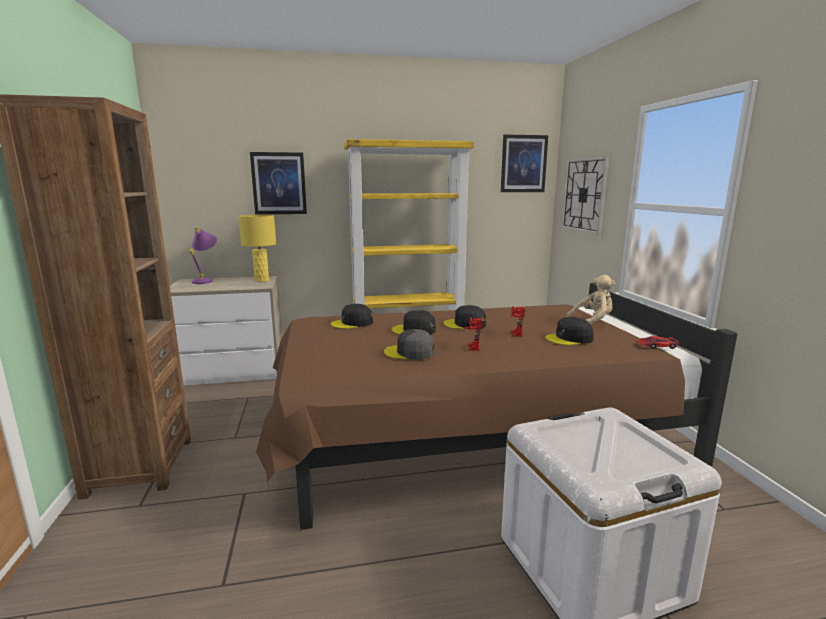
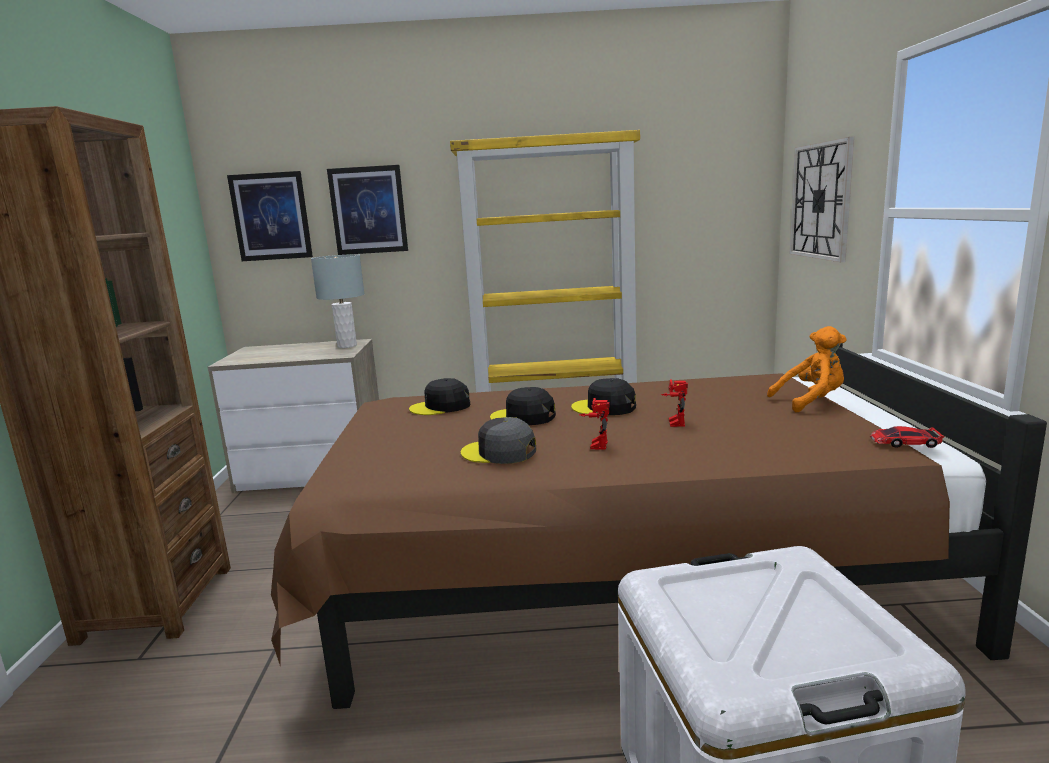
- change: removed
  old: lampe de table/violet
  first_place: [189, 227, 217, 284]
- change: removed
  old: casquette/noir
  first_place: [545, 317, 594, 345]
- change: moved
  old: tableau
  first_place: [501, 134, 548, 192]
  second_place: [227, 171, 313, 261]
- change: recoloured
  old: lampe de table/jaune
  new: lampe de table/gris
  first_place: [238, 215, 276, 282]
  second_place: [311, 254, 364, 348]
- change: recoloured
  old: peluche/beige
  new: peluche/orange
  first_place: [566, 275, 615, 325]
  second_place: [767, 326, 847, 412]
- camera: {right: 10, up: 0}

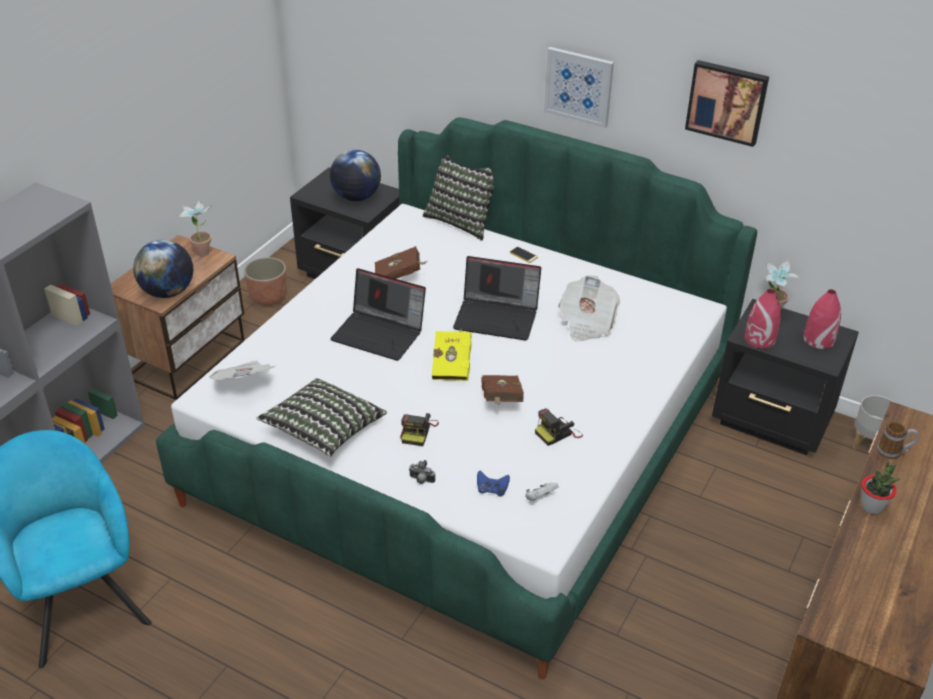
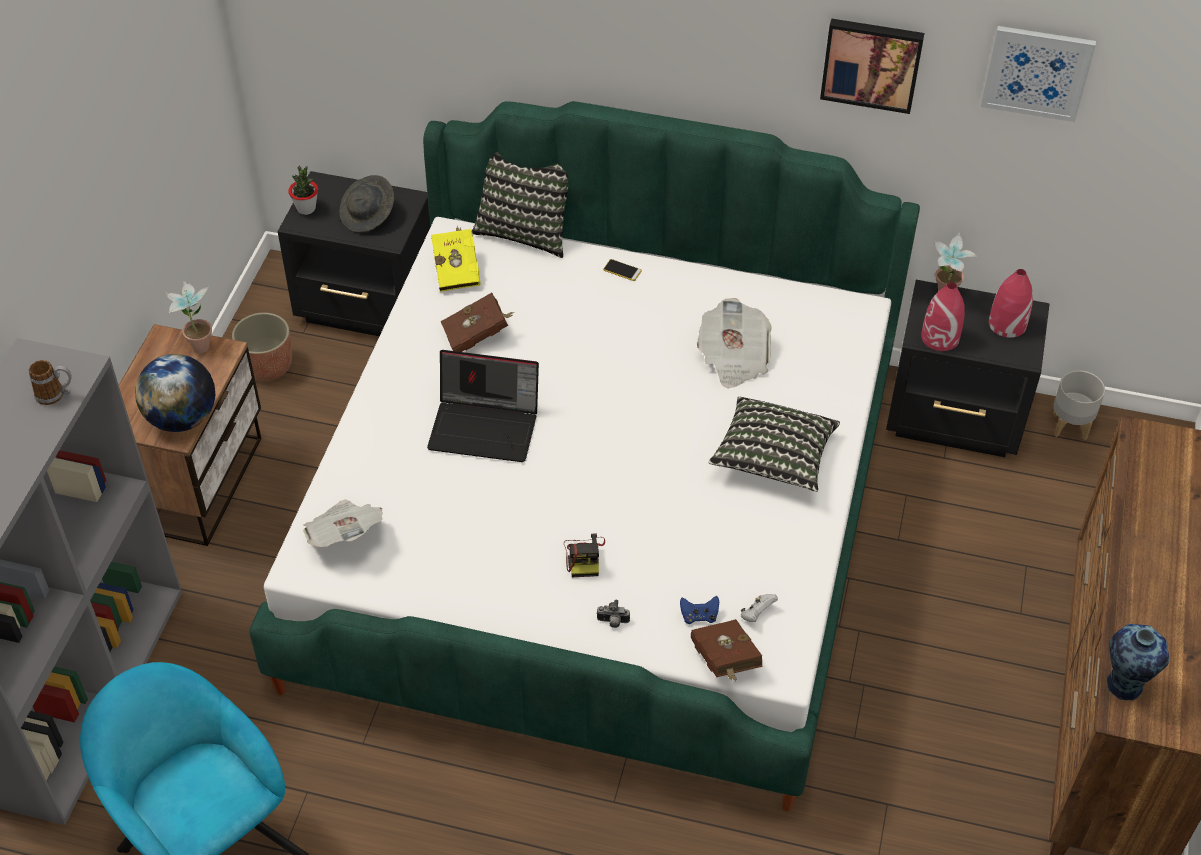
- change: removed
  old: ordinateur portable
  first_place: [453, 256, 541, 340]
- change: removed
  old: appareil photo
  first_place: [535, 409, 583, 446]
- change: added
  new: vase
  second_place: [1107, 624, 1169, 700]
- change: moved
  old: coussin
  first_place: [257, 378, 387, 457]
  second_place: [708, 397, 840, 492]
- change: moved
  old: livre/jaune
  first_place: [432, 330, 472, 381]
  second_place: [431, 225, 481, 292]
- change: moved
  old: livre/marron
  first_place: [481, 375, 524, 405]
  second_place: [691, 619, 762, 682]
- change: moved
  old: tableau
  first_place: [544, 47, 614, 128]
  second_place: [981, 26, 1096, 122]
- change: moved
  old: plante en pot
  first_place: [862, 462, 900, 514]
  second_place: [288, 166, 318, 215]
- change: moved
  old: mug
  first_place: [877, 422, 919, 459]
  second_place: [29, 360, 72, 405]
- change: replaced
  old: globe
  new: chapeau/gris
  first_place: [330, 150, 381, 201]
  second_place: [340, 175, 394, 232]
- camera: {right: -15, up: 10}

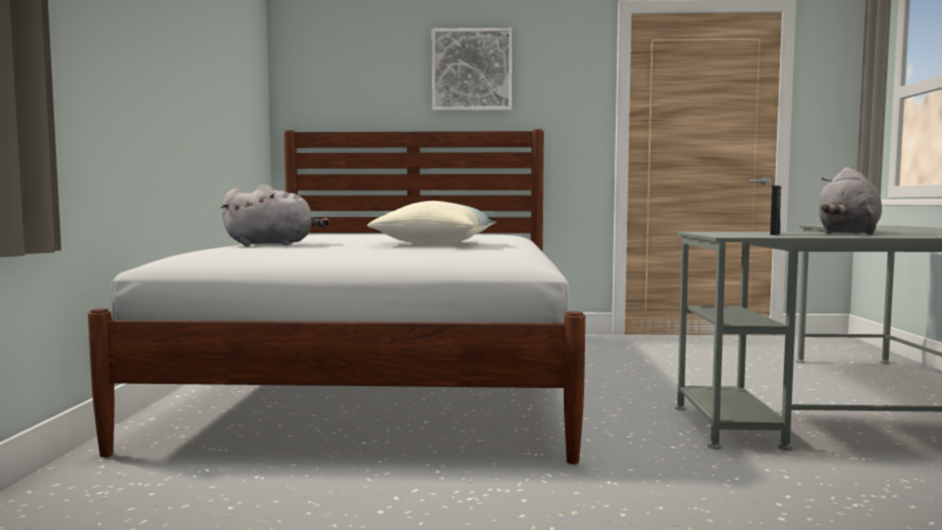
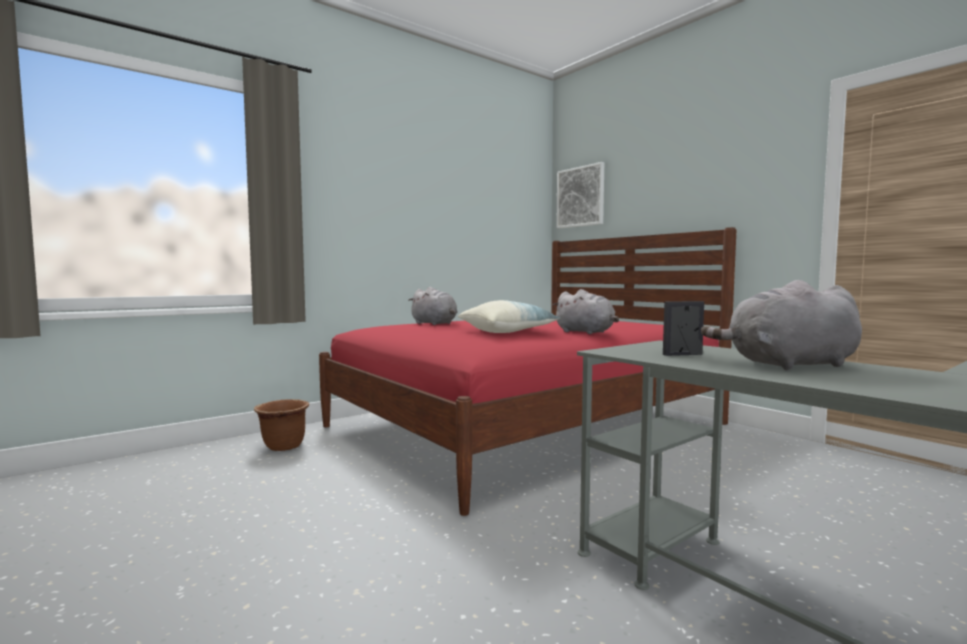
- change: added
  new: cache-pot/marron
  second_place: [254, 399, 309, 451]
- change: added
  new: peluche/gris
  second_place: [553, 289, 619, 334]
- change: moved
  old: tableau
  first_place: [432, 28, 512, 111]
  second_place: [556, 162, 604, 229]
- change: recoloured
  old: lit/blanc
  new: lit/rouge
  first_place: [88, 129, 585, 464]
  second_place: [319, 227, 737, 516]
- camera: {right: 50, up: 0}

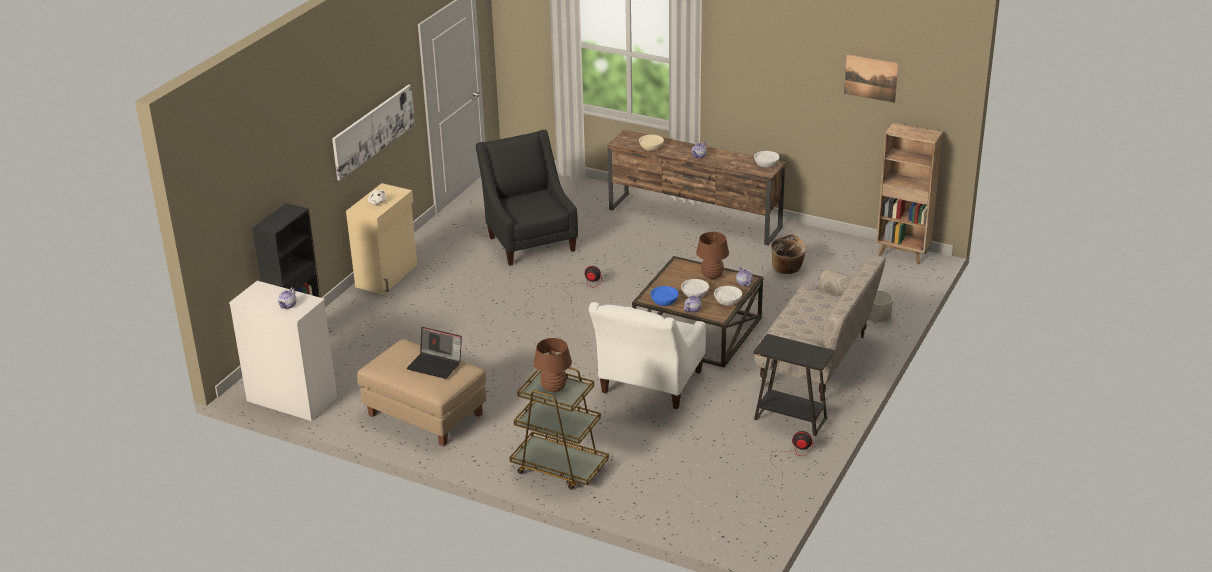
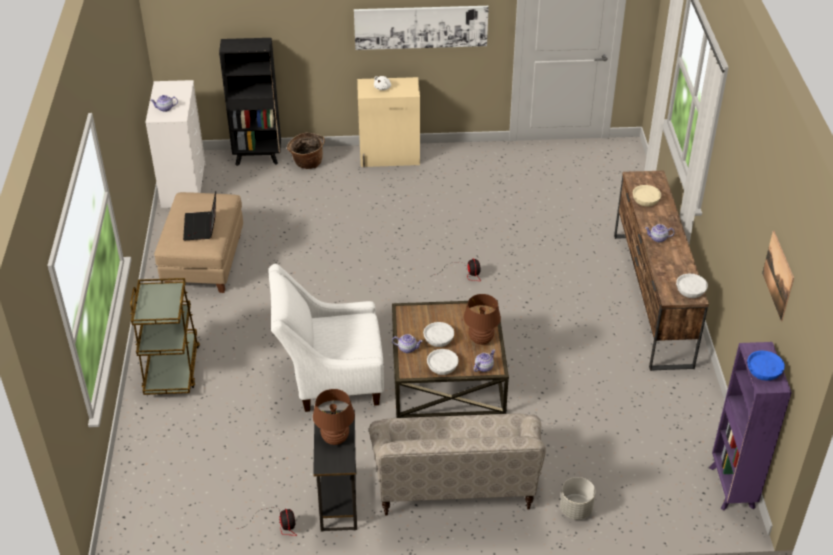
- change: removed
  old: fauteuil/noir
  first_place: [476, 130, 578, 266]
- change: moved
  old: lampe de table/marron
  first_place: [534, 338, 572, 392]
  second_place: [313, 389, 355, 445]
- change: moved
  old: bol/bleu
  first_place: [650, 286, 679, 306]
  second_place: [747, 351, 785, 381]
- change: moved
  old: panier
  first_place: [771, 234, 807, 274]
  second_place: [287, 133, 325, 169]
- change: recoloured
  old: bibliothèque/marron
  new: bibliothèque/violet
  first_place: [876, 123, 943, 265]
  second_place: [709, 342, 792, 511]
- camera: {right: 60, up: 10}

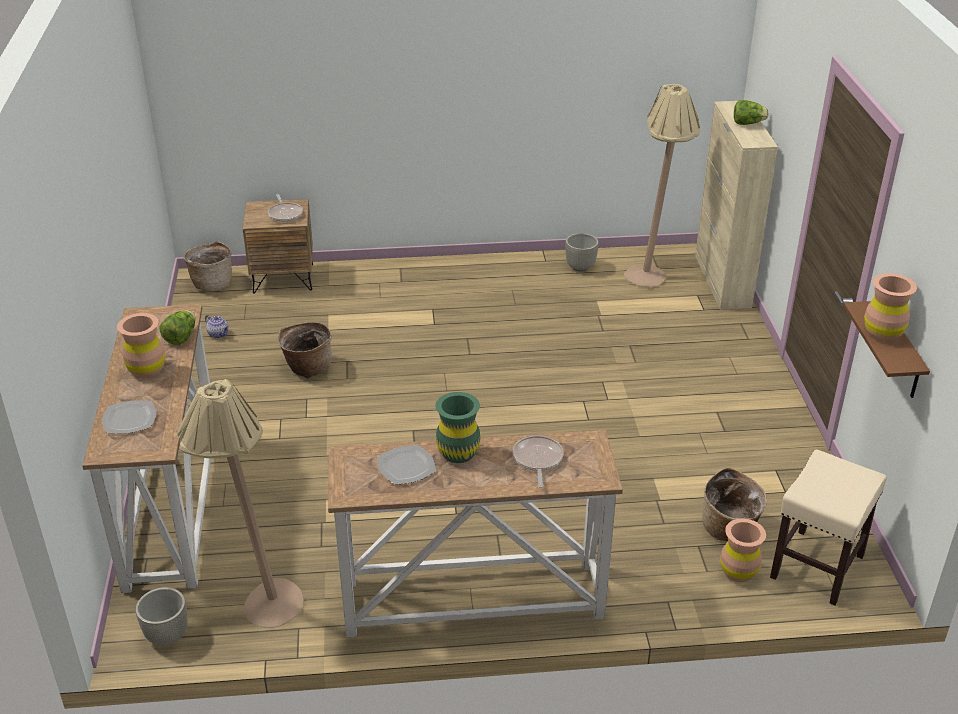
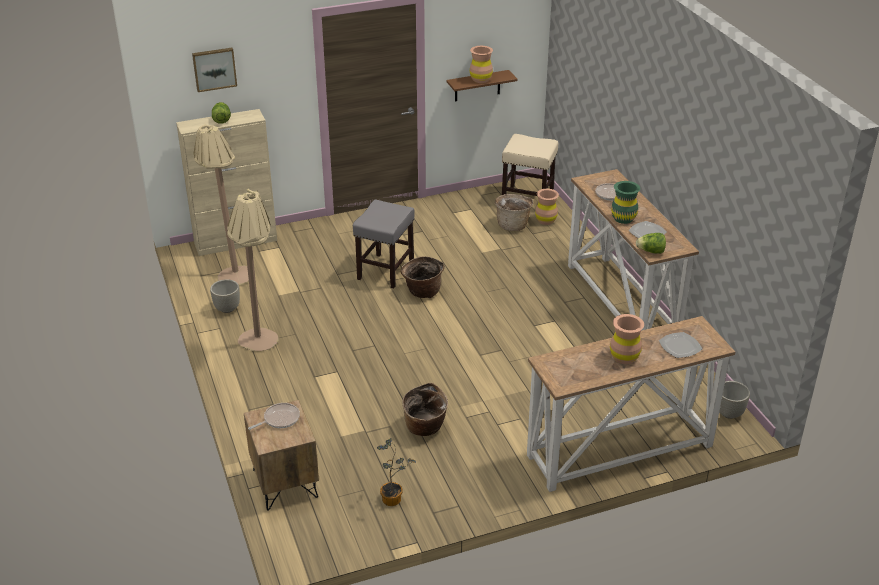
- change: added
  new: tableau
  second_place: [192, 48, 237, 92]
- change: added
  new: tabouret/gris
  second_place: [353, 200, 415, 288]
- change: moved
  old: laitue
  first_place: [159, 310, 196, 345]
  second_place: [636, 233, 666, 254]
- change: moved
  old: lampadaire/beige
  first_place: [177, 379, 304, 628]
  second_place: [227, 189, 279, 351]
- change: moved
  old: panier
  first_place: [184, 241, 232, 291]
  second_place: [401, 256, 445, 298]
- change: replaced
  old: théière
  new: plante en pot
  first_place: [205, 315, 229, 338]
  second_place: [377, 438, 416, 506]
- camera: {right: -105, up: 0}

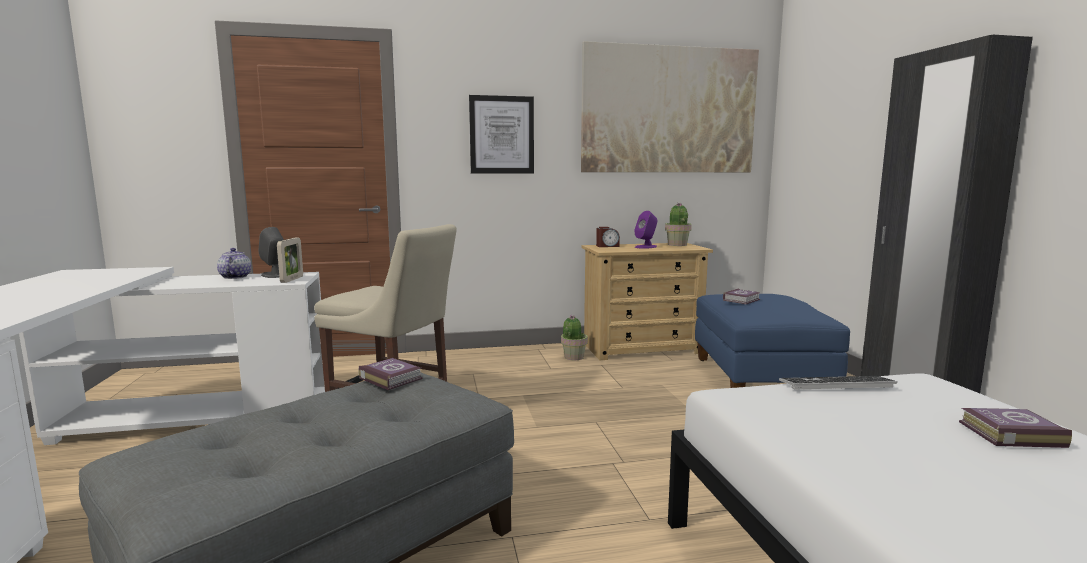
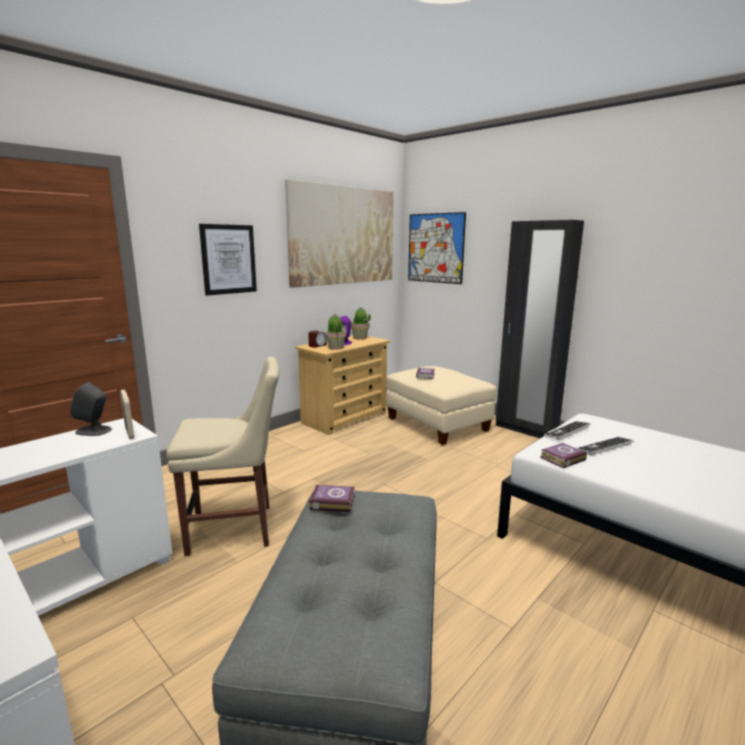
- change: removed
  old: théière
  first_place: [217, 248, 251, 279]
- change: added
  new: tableau
  second_place: [408, 212, 466, 284]
- change: added
  new: clavier
  second_place: [576, 437, 634, 455]
- change: moved
  old: plante en pot
  first_place: [561, 315, 588, 361]
  second_place: [325, 314, 346, 350]
- change: moved
  old: livre
  first_place: [959, 408, 1072, 448]
  second_place: [540, 443, 587, 468]
- change: recoloured
  old: pouf/bleu
  new: pouf/beige
  first_place: [695, 294, 850, 388]
  second_place: [386, 366, 496, 445]
- camera: {right: -35, up: 5}

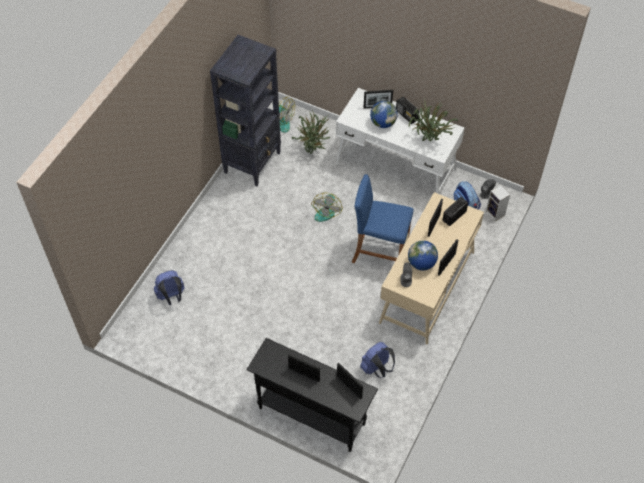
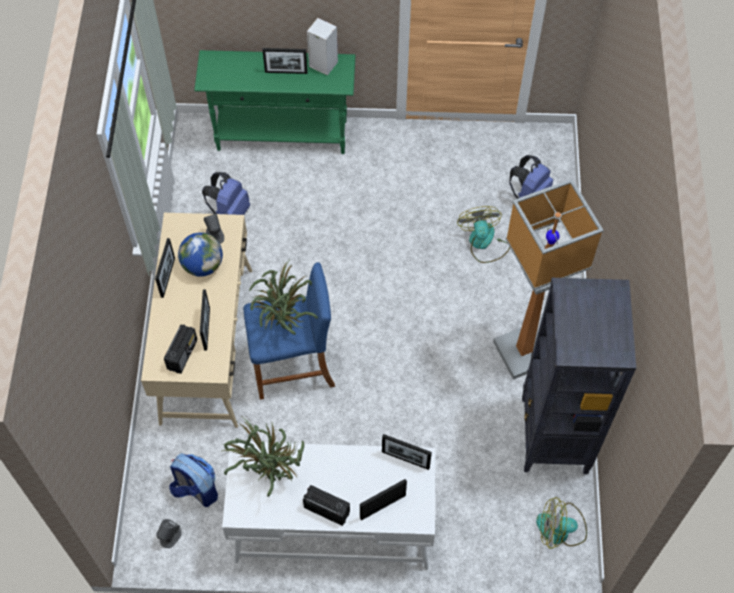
- change: removed
  old: globe
  first_place: [370, 101, 398, 128]
- change: added
  new: lampadaire
  second_place: [493, 179, 604, 379]
- change: moved
  old: plante en pot
  first_place: [292, 112, 330, 154]
  second_place: [249, 261, 318, 335]
- change: moved
  old: ventilateur
  first_place: [311, 193, 342, 222]
  second_place: [457, 206, 510, 263]
- change: moved
  old: cadre photo
  first_place: [337, 363, 363, 399]
  second_place: [382, 434, 432, 470]
- change: moved
  old: enceinte
  first_place: [486, 185, 510, 221]
  second_place: [307, 18, 338, 76]
- change: recoloured
  old: table console/noir
  new: table console/vert
  first_place: [247, 338, 378, 452]
  second_place: [194, 50, 356, 154]
- camera: {right: 155, up: 5}

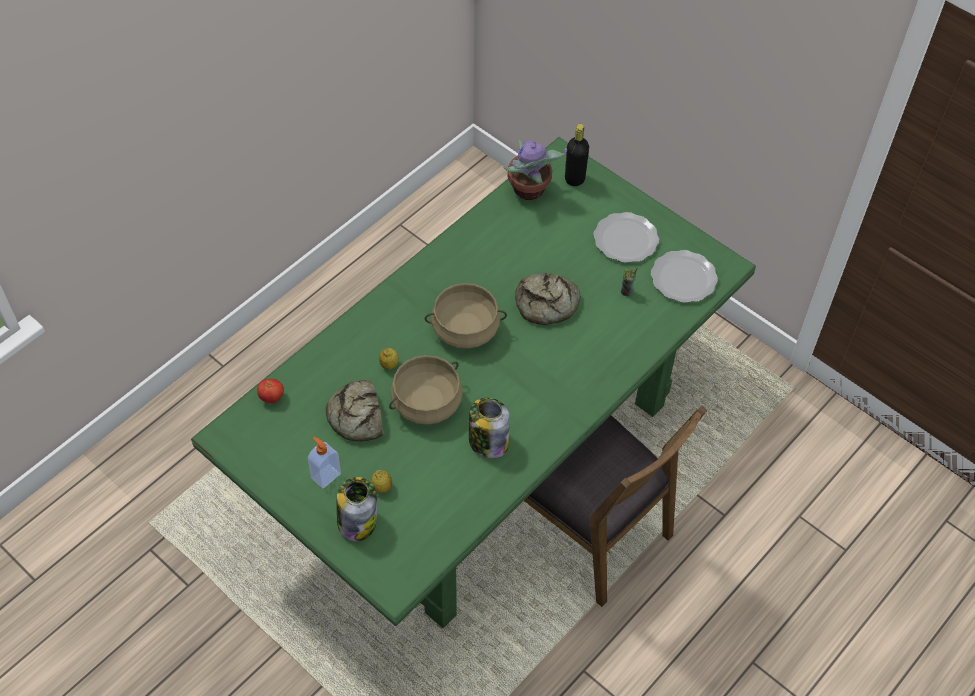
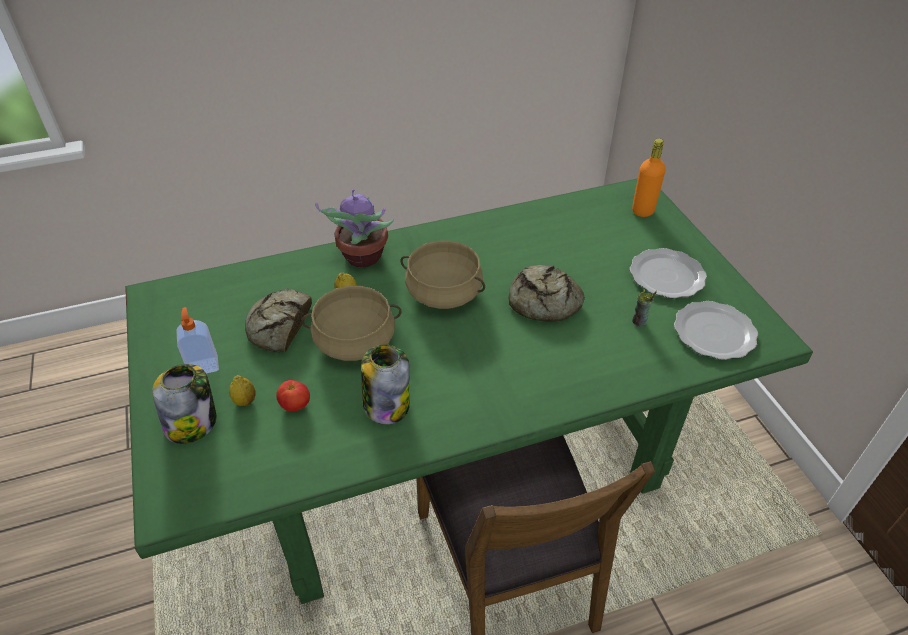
- change: moved
  old: tomate
  first_place: [257, 379, 284, 403]
  second_place: [276, 380, 310, 412]
- change: moved
  old: plante en pot
  first_place: [503, 139, 567, 200]
  second_place: [315, 189, 394, 268]
- change: recoloured
  old: bouteille/noir
  new: bouteille/orange
  first_place: [565, 124, 589, 186]
  second_place: [632, 139, 666, 217]
- camera: {right: 30, up: -10}

